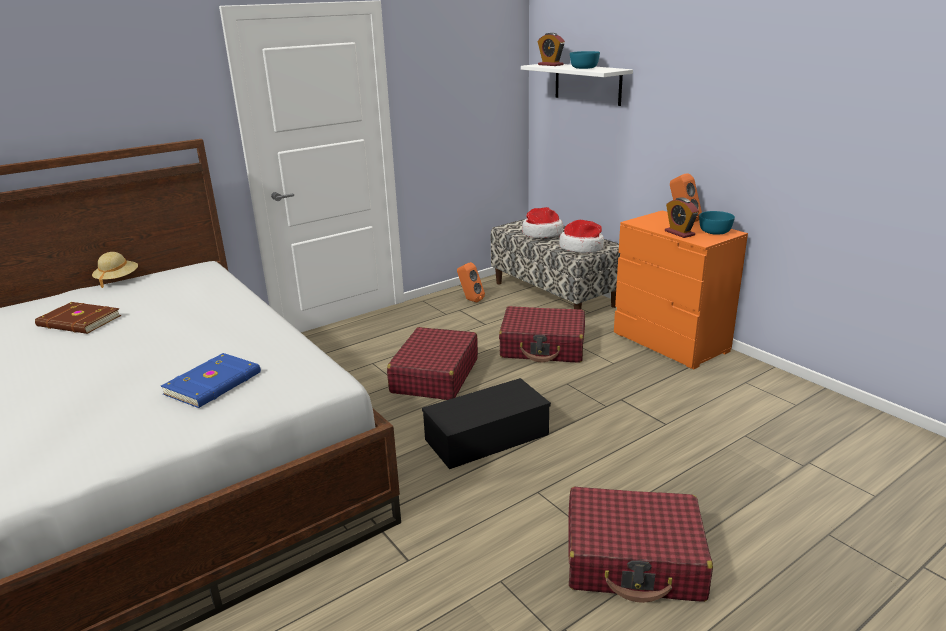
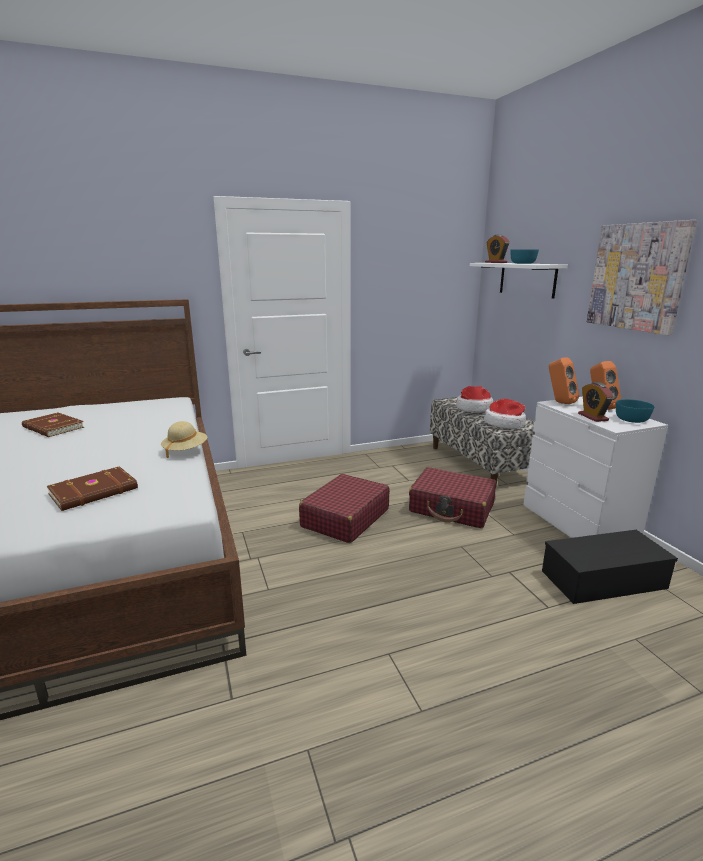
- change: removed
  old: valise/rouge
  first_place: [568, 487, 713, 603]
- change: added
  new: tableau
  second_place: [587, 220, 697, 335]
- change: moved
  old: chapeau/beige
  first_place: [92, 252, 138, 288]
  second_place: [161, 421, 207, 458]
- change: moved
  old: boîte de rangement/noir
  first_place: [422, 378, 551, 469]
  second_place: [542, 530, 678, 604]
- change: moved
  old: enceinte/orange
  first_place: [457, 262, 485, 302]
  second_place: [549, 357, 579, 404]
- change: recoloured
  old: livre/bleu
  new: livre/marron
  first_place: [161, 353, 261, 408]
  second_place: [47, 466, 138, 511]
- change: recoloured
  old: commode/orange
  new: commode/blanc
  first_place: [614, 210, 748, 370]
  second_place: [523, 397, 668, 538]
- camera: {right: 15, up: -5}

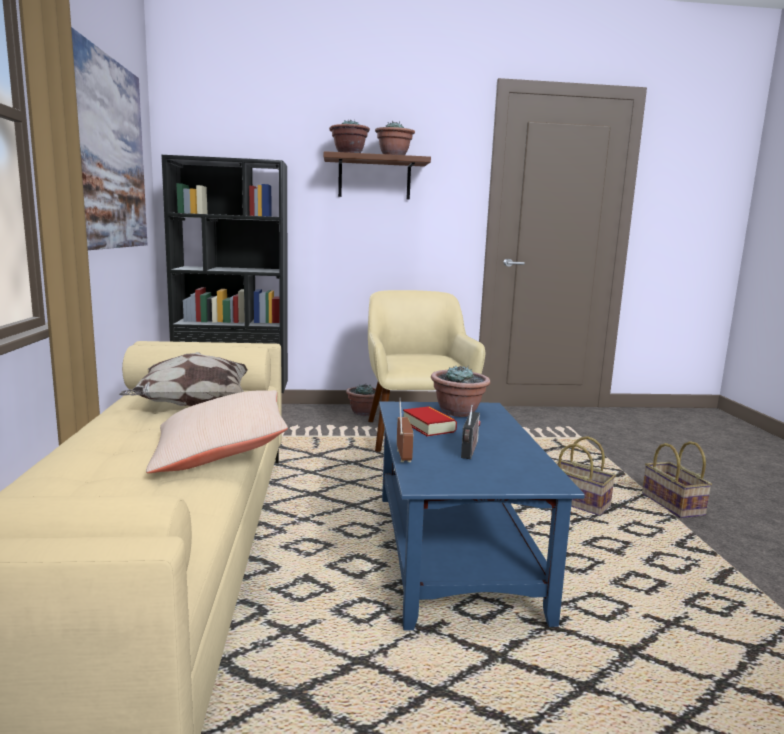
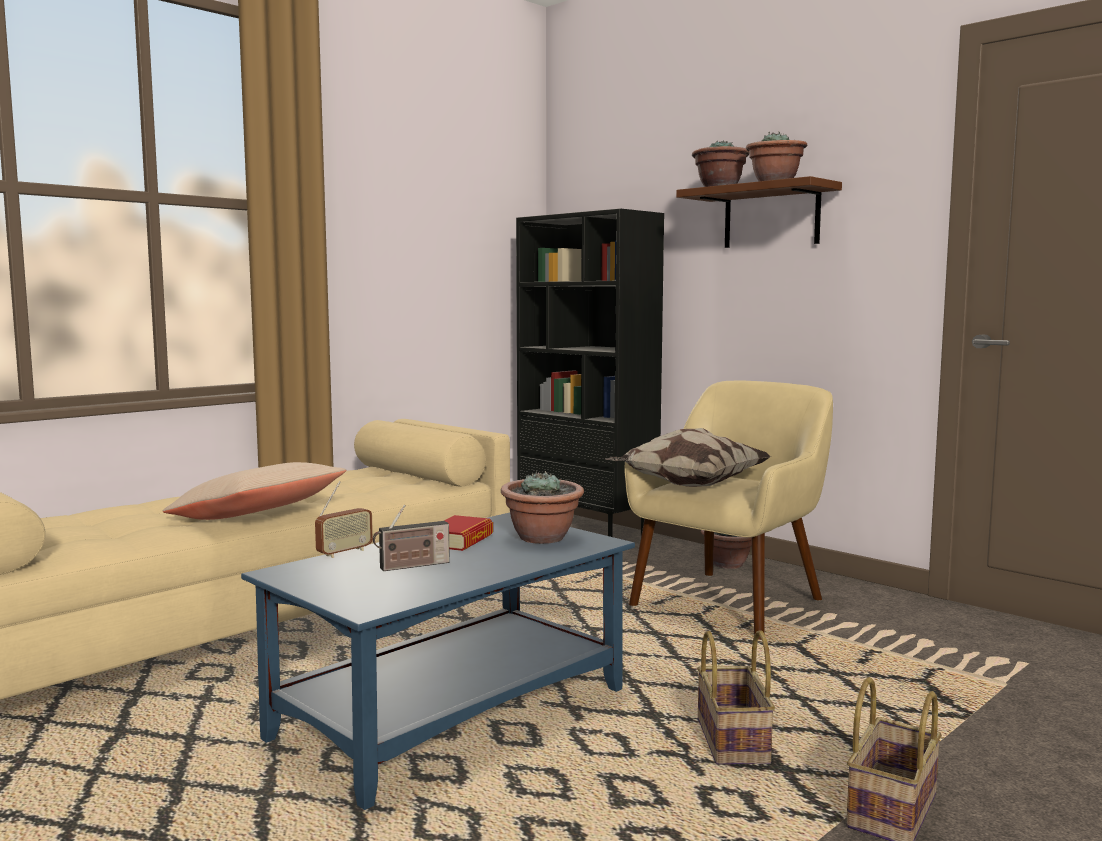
- change: removed
  old: tableau
  first_place: [71, 27, 148, 250]
- change: moved
  old: coussin
  first_place: [119, 352, 248, 406]
  second_place: [605, 428, 772, 487]
- camera: {right: 50, up: -5}

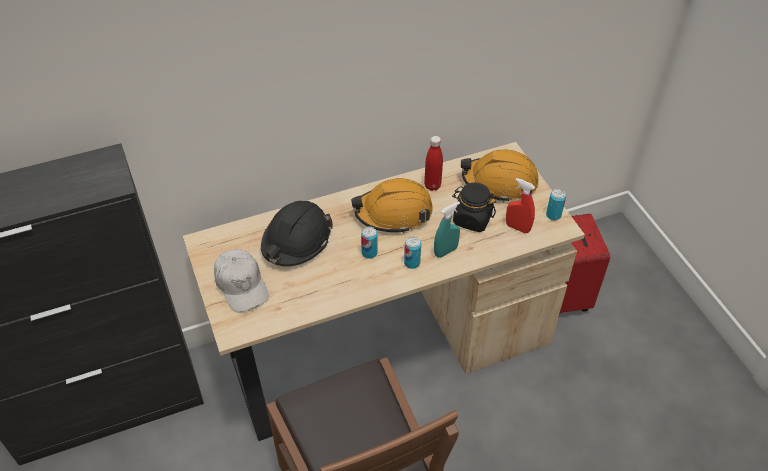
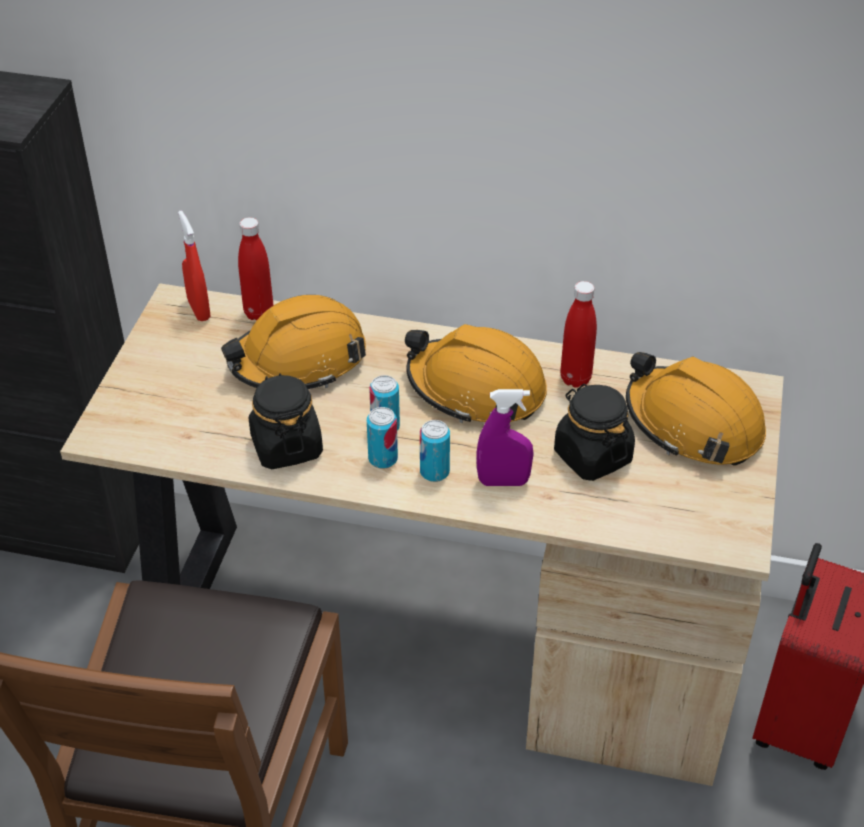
- change: removed
  old: casquette/blanc
  first_place: [214, 249, 269, 312]
- change: added
  new: bouteille/rouge
  second_place: [238, 217, 273, 321]
- change: added
  new: bocal/noir
  second_place: [249, 373, 323, 469]
- change: moved
  old: vaporisateur/rouge
  first_place: [506, 178, 535, 233]
  second_place: [178, 211, 210, 321]
- change: moved
  old: boîte métallique
  first_place: [546, 189, 566, 220]
  second_place: [367, 407, 398, 469]
- change: recoloured
  old: casque de chantier/noir
  new: casque de chantier/orange
  first_place: [261, 201, 333, 266]
  second_place: [221, 295, 366, 389]
- change: recoloured
  old: vaporisateur/turquoise
  new: vaporisateur/violet
  first_place: [434, 201, 460, 258]
  second_place: [476, 389, 534, 486]
- camera: {right: 35, up: -5}

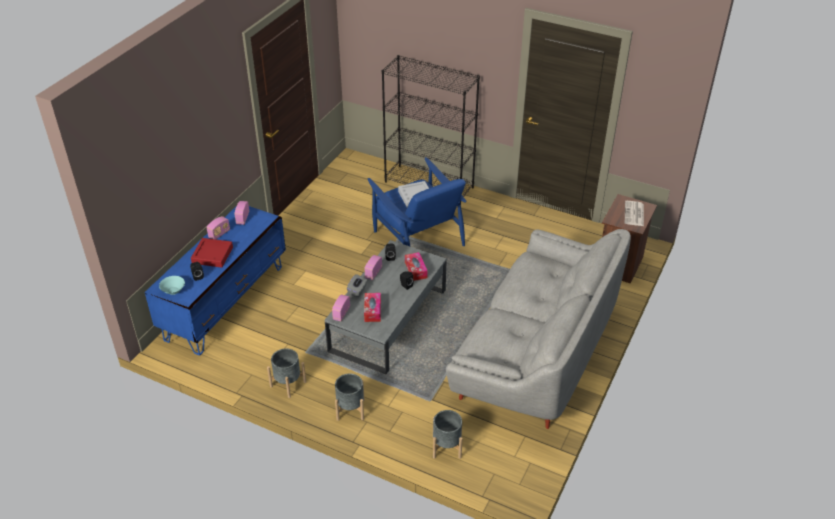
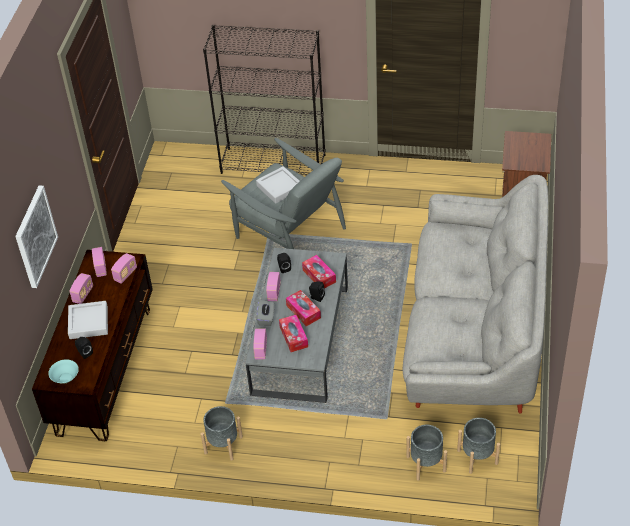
- change: removed
  old: journal
  first_place: [625, 201, 644, 226]
- change: added
  new: tableau
  second_place: [15, 185, 58, 288]
- change: added
  new: radio
  second_place: [111, 253, 137, 284]
- change: added
  new: boîte à mouchoirs
  second_place: [286, 290, 321, 326]
- change: moved
  old: cache-pot/gris
  first_place: [335, 373, 364, 421]
  second_place: [457, 418, 500, 474]
- change: recoloured
  old: meuble télé/bleu
  new: meuble télé/marron
  first_place: [145, 206, 286, 355]
  second_place: [32, 250, 153, 441]
- change: recoloured
  old: plateau/rouge
  new: plateau/gris
  first_place: [191, 238, 233, 268]
  second_place: [68, 301, 108, 339]
- change: recoloured
  old: fauteuil/bleu
  new: fauteuil/gris
  first_place: [368, 157, 467, 247]
  second_place: [221, 138, 346, 249]
- camera: {right: -15, up: 5}

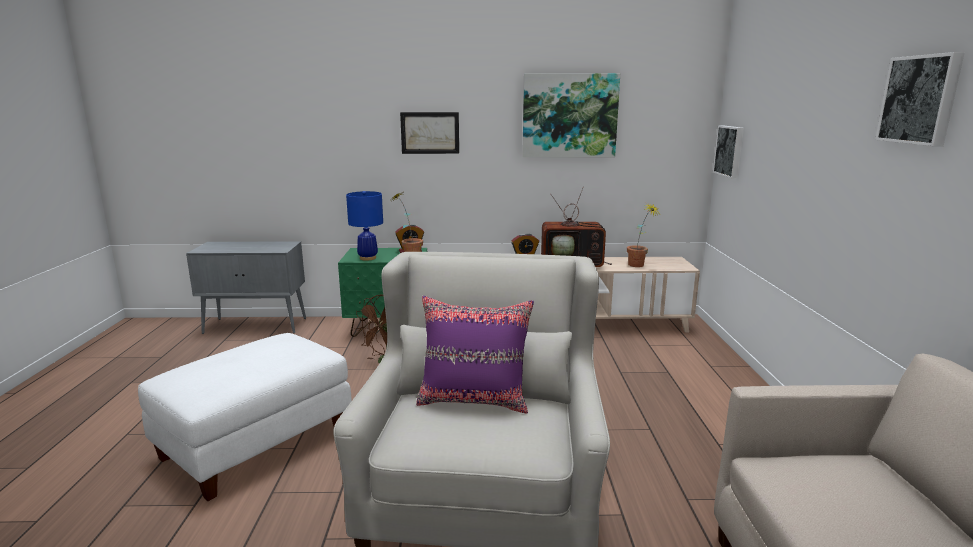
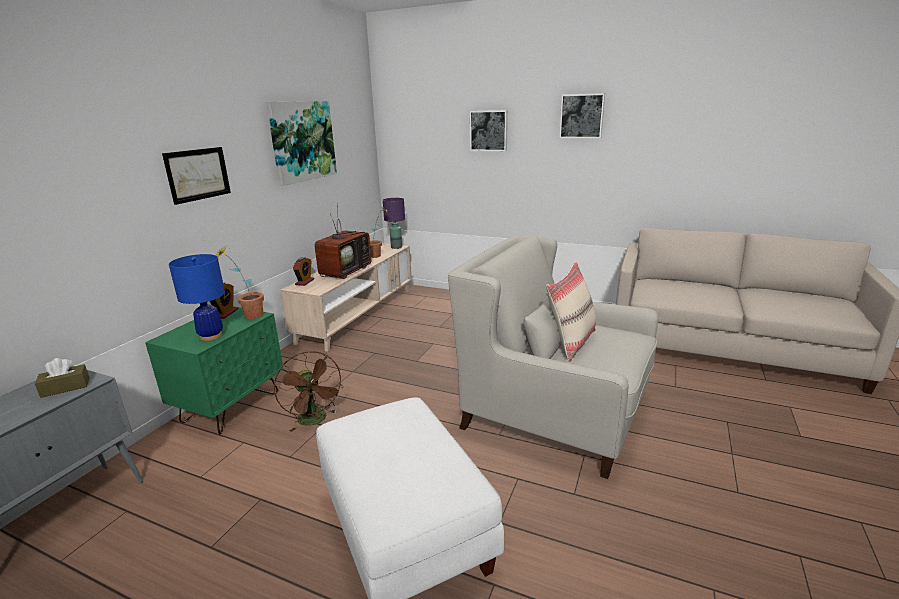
- change: added
  new: boîte à mouchoirs/marron
  second_place: [34, 358, 90, 398]
- change: added
  new: lampe de table/violet
  second_place: [383, 198, 405, 249]
- change: moved
  old: tableau
  first_place: [713, 125, 744, 179]
  second_place: [470, 110, 508, 151]
- change: recoloured
  old: coussin/violet
  new: coussin/beige
  first_place: [416, 296, 534, 413]
  second_place: [546, 261, 596, 362]
- camera: {right: -65, up: 5}

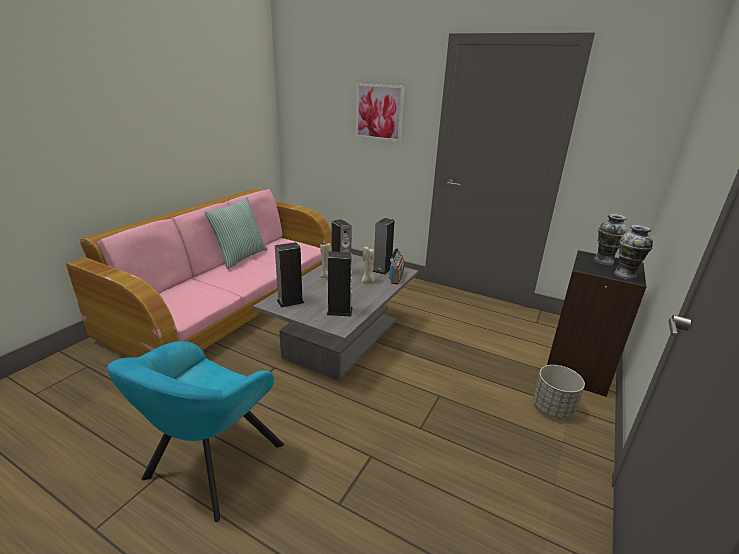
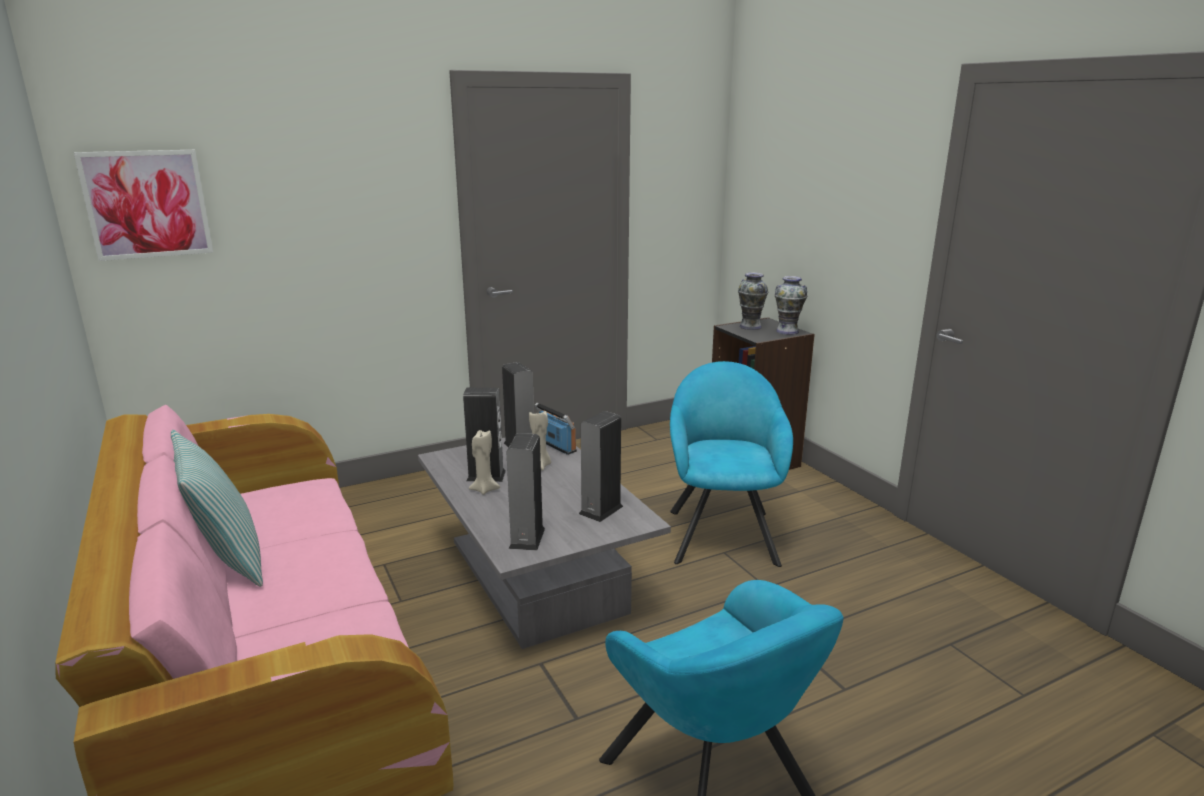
- change: removed
  old: cache-pot/gris
  first_place: [533, 365, 585, 418]
- change: added
  new: fauteuil/turquoise
  second_place: [670, 361, 793, 567]
- change: moved
  old: tableau
  first_place: [355, 84, 404, 142]
  second_place: [74, 150, 213, 261]
- camera: {right: -55, up: -5}

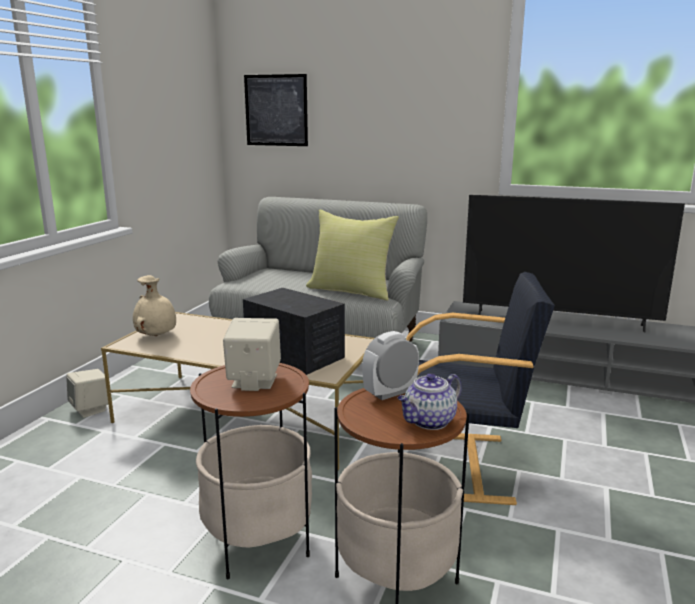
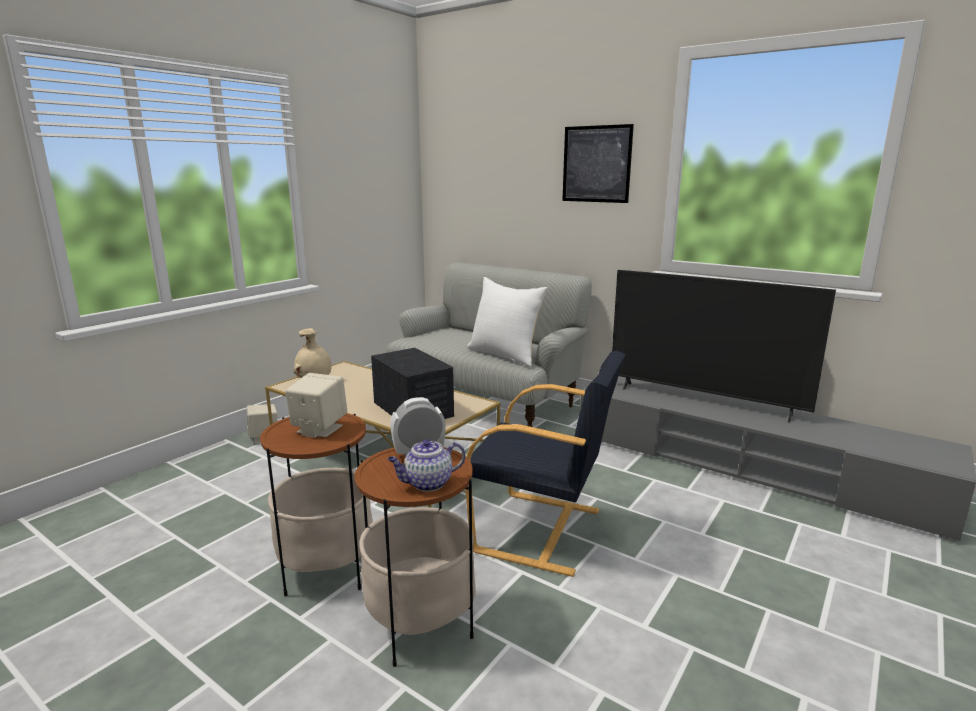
- change: moved
  old: tableau
  first_place: [244, 74, 308, 146]
  second_place: [562, 124, 634, 203]
- change: recoloured
  old: coussin/jaune
  new: coussin/blanc
  first_place: [306, 209, 399, 301]
  second_place: [467, 277, 548, 367]
- camera: {right: 15, up: 0}

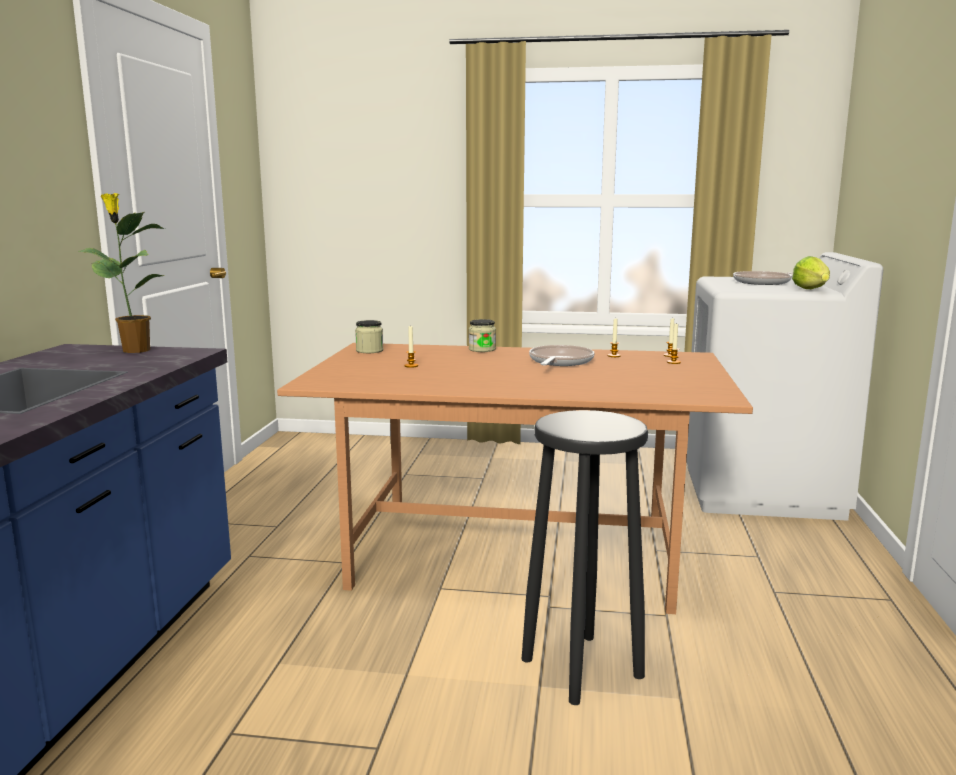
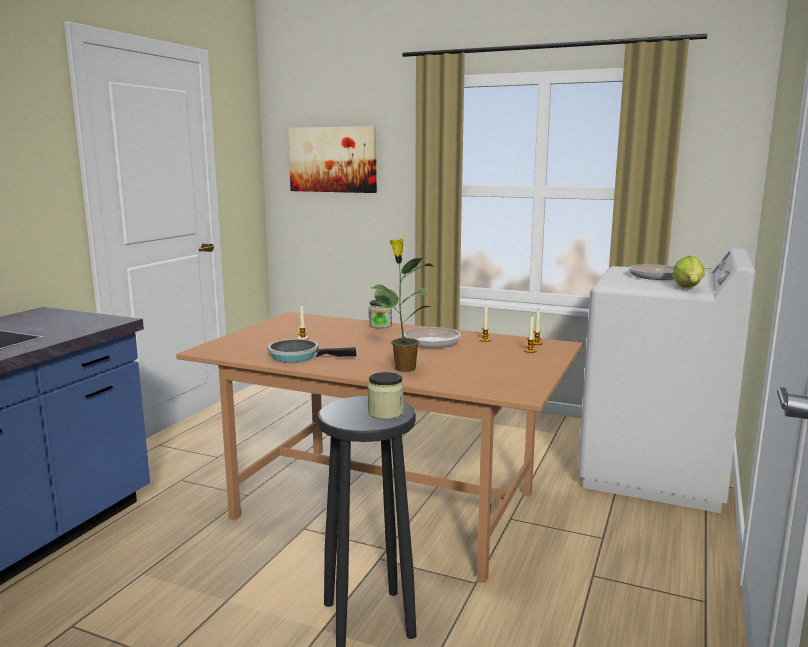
- change: added
  new: poêle
  second_place: [267, 339, 357, 363]
- change: added
  new: tableau
  second_place: [288, 126, 377, 193]
- change: moved
  old: plante en pot
  first_place: [78, 193, 165, 353]
  second_place: [371, 238, 436, 372]
- change: moved
  old: bocal
  first_place: [355, 320, 383, 353]
  second_place: [368, 372, 404, 419]
- camera: {right: 15, up: 0}

